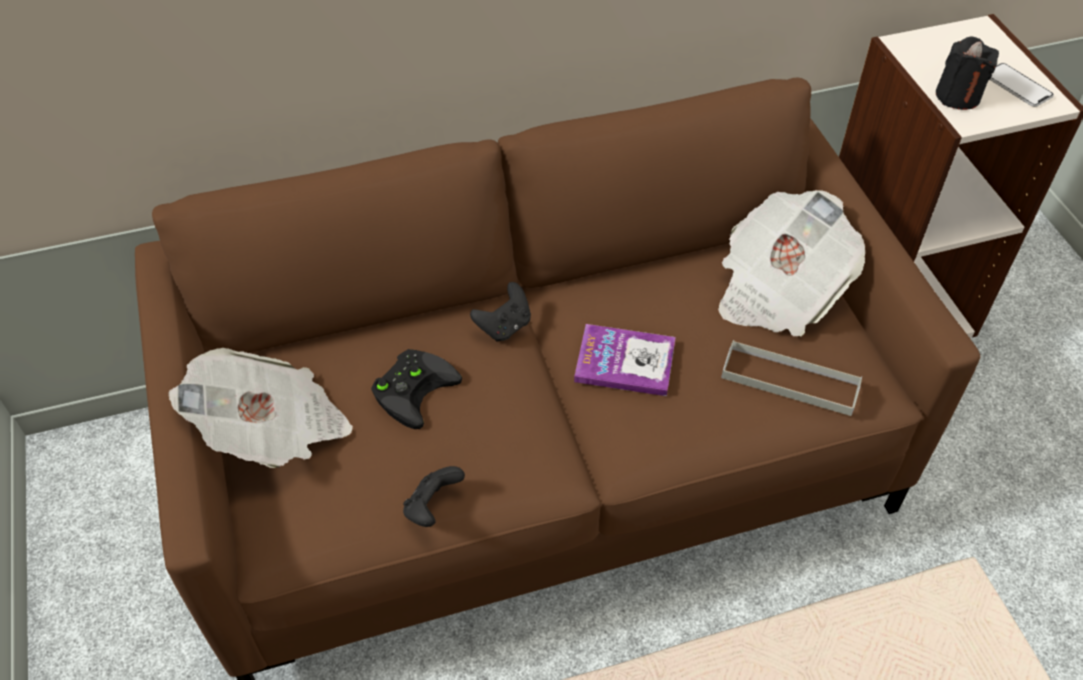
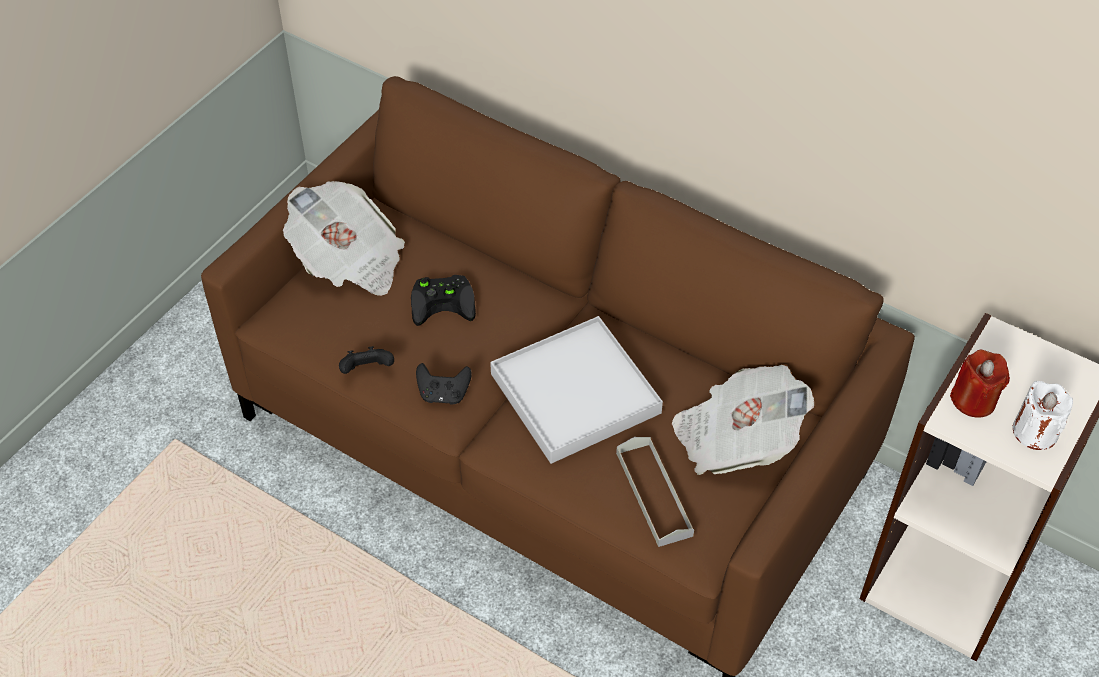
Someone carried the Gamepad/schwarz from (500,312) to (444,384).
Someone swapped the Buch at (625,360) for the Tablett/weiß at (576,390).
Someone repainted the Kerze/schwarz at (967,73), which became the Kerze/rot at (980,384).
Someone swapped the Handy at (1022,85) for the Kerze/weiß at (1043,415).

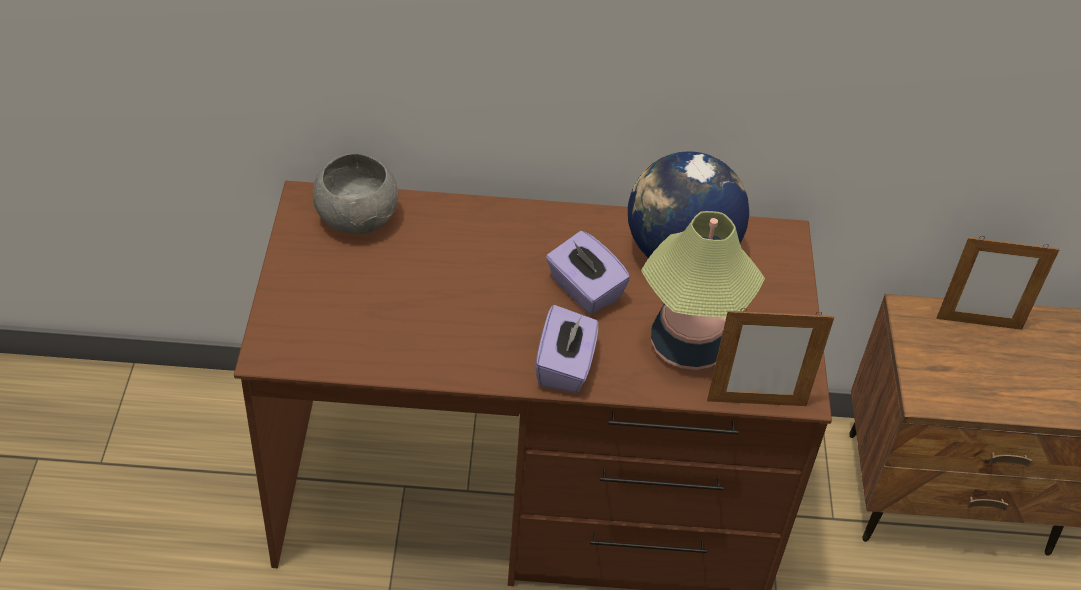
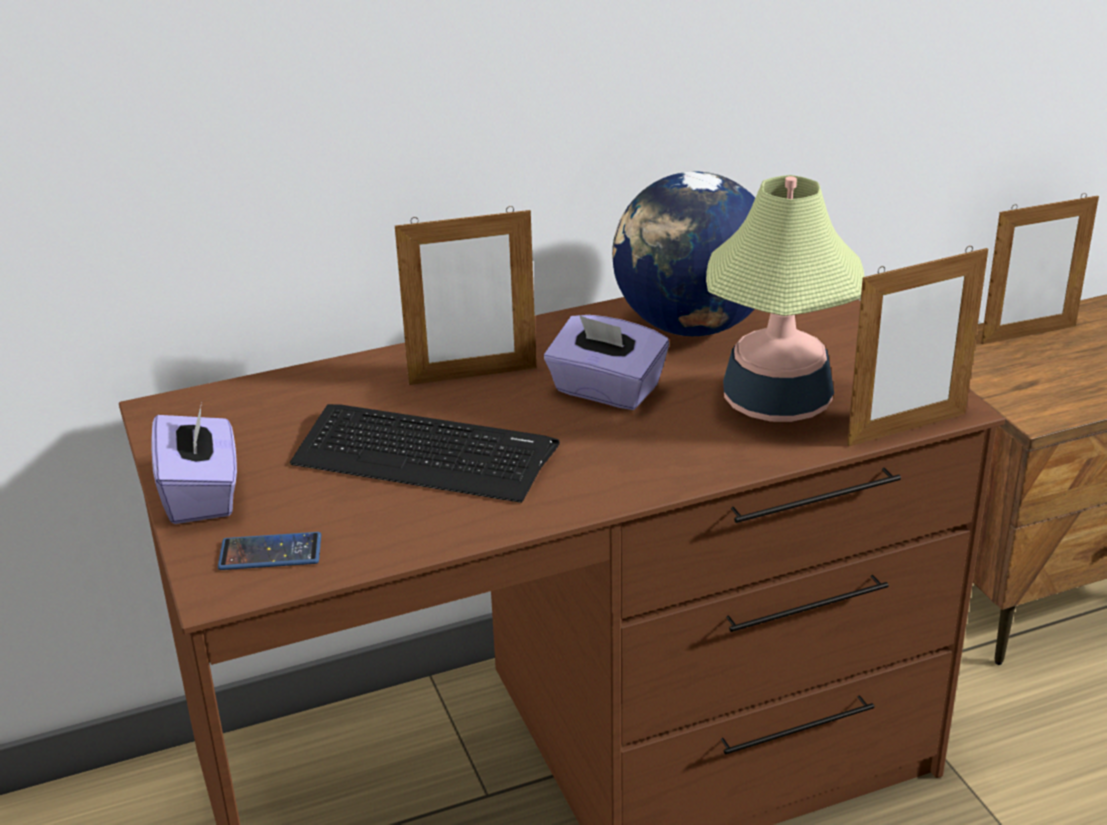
Someone took away the Schüssel/grau at (355,193).
Someone carried the Taschentuchbox/lila from (566,349) to (194,463).
Someone put down the Handy at (269,551).
Someone put down the Tastatur at (425,453).
Someone put down the Bilderrahmen at (465,295).

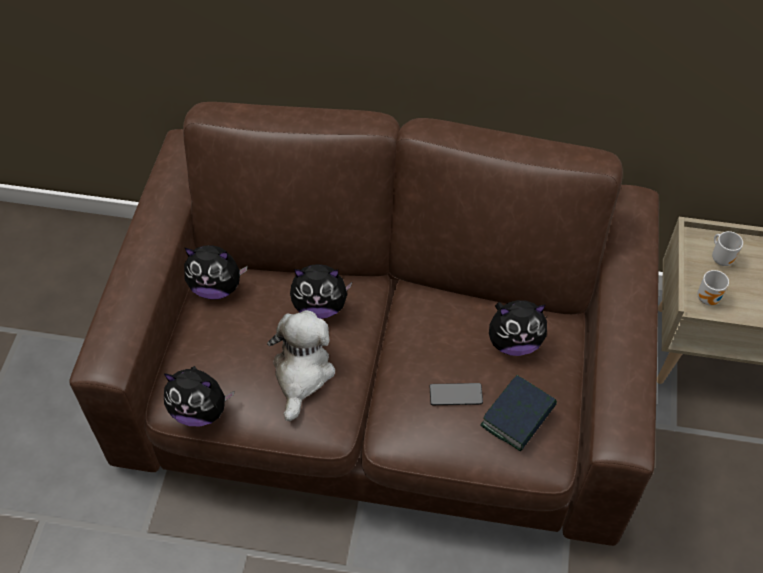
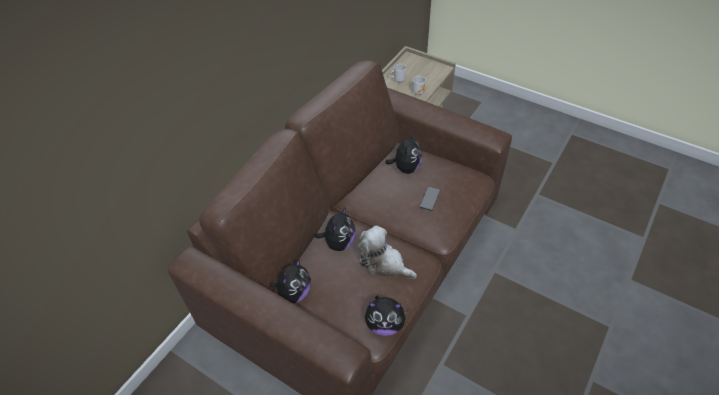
Someone rotated the Plüschtier at (199,396) by 60 degrees clockwise.
Someone took away the Buch at (518,413).

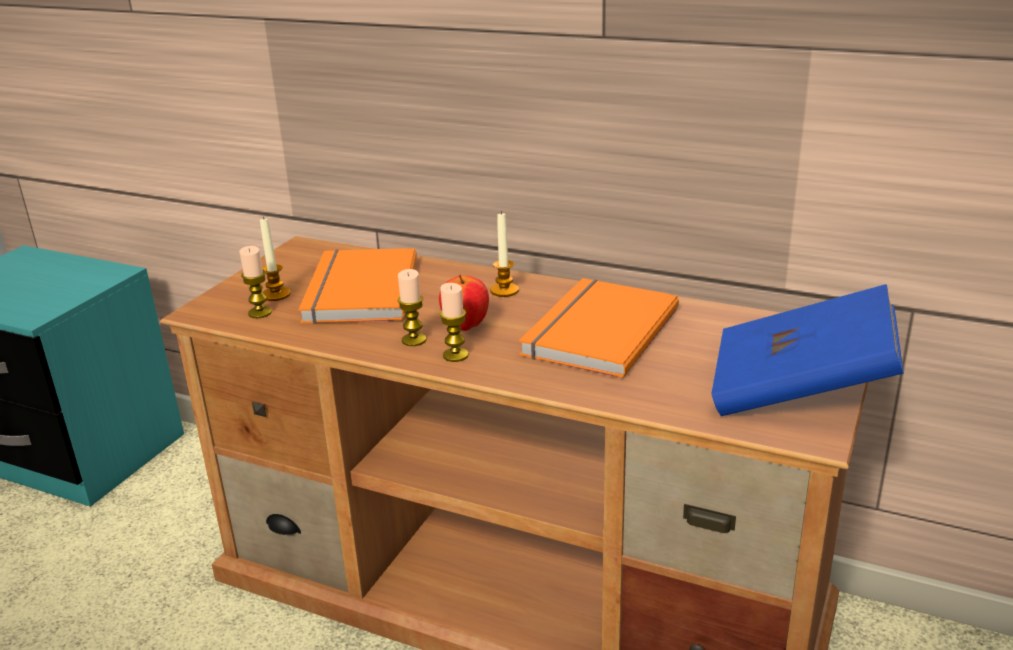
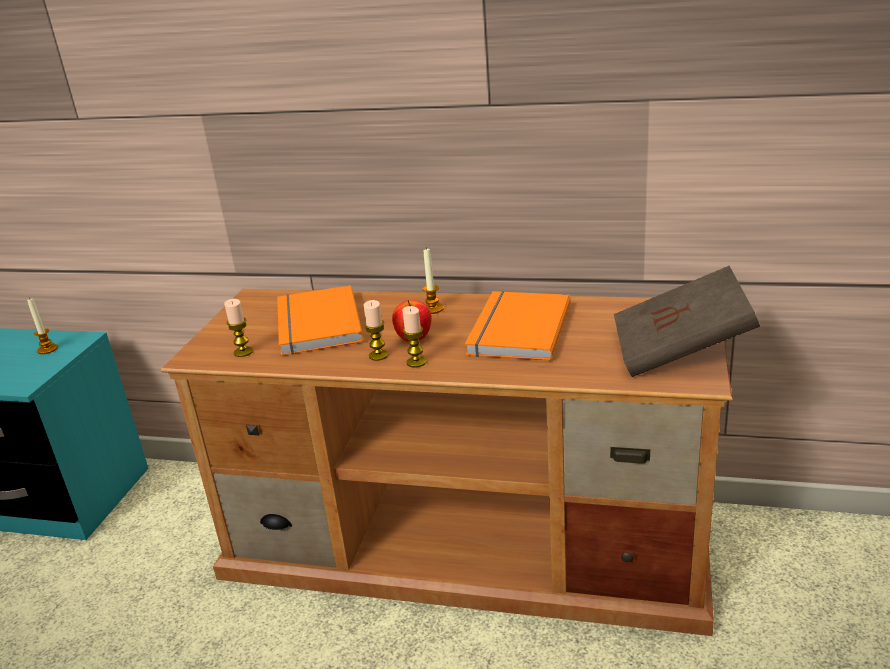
Someone carried the Kerze from (275,258) to (42,325).
Someone repainted the Buch/blau at (807,350), which became the Buch/braun at (687,321).

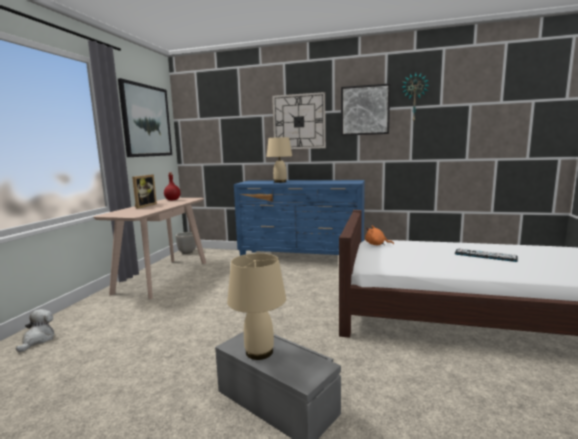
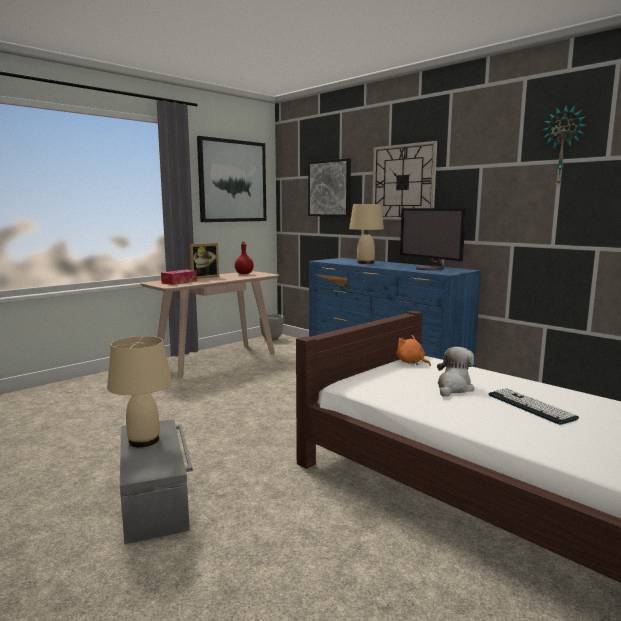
Someone carried the Plüschtier from (35,330) to (455,372).
Someone carried the Bild from (365,109) to (329,187).
Someone put down the Taschentuchbox at (179,277).
Someone put down the Monitor at (433,239).

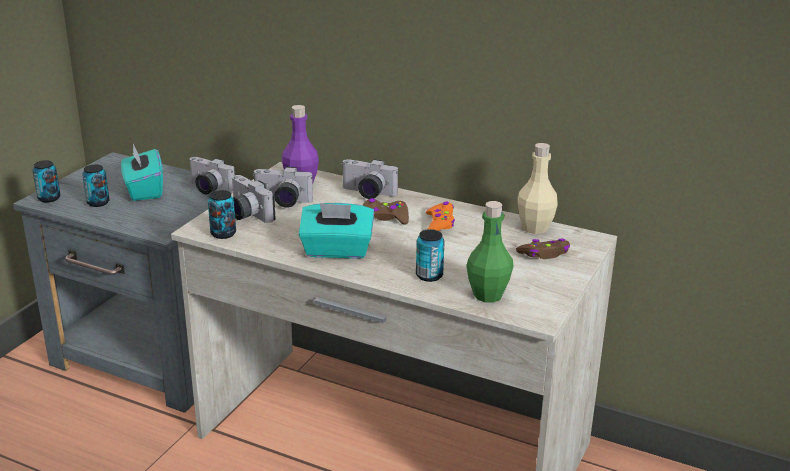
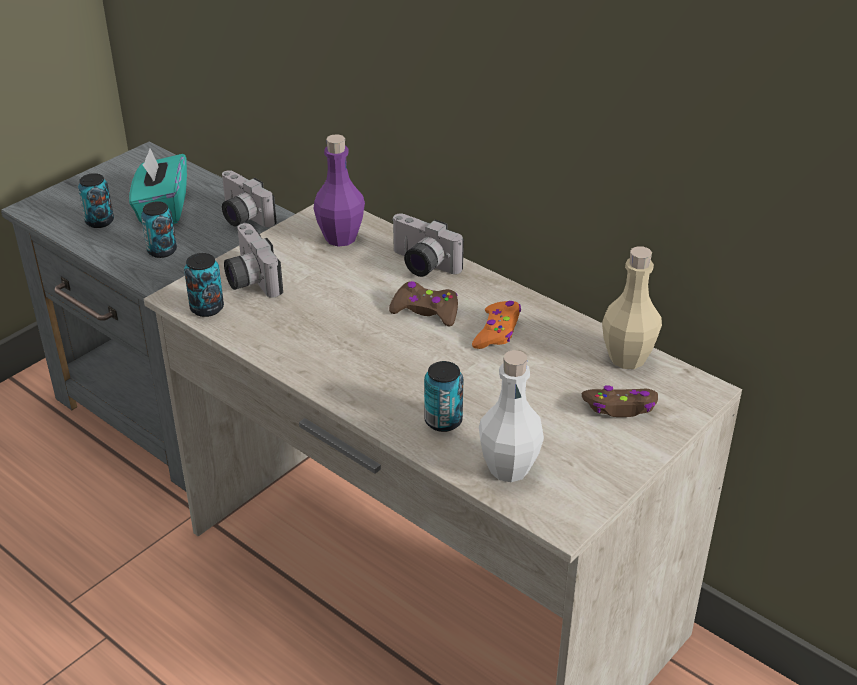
Someone carried the Dose from (46,181) to (159,229).
Someone took away the Kamera at (282,187).
Someone took away the Taschentuchbox/türkis at (336,231).
Someone repainted the Flasche/grün at (490,252), which became the Flasche/weiß at (511,416).

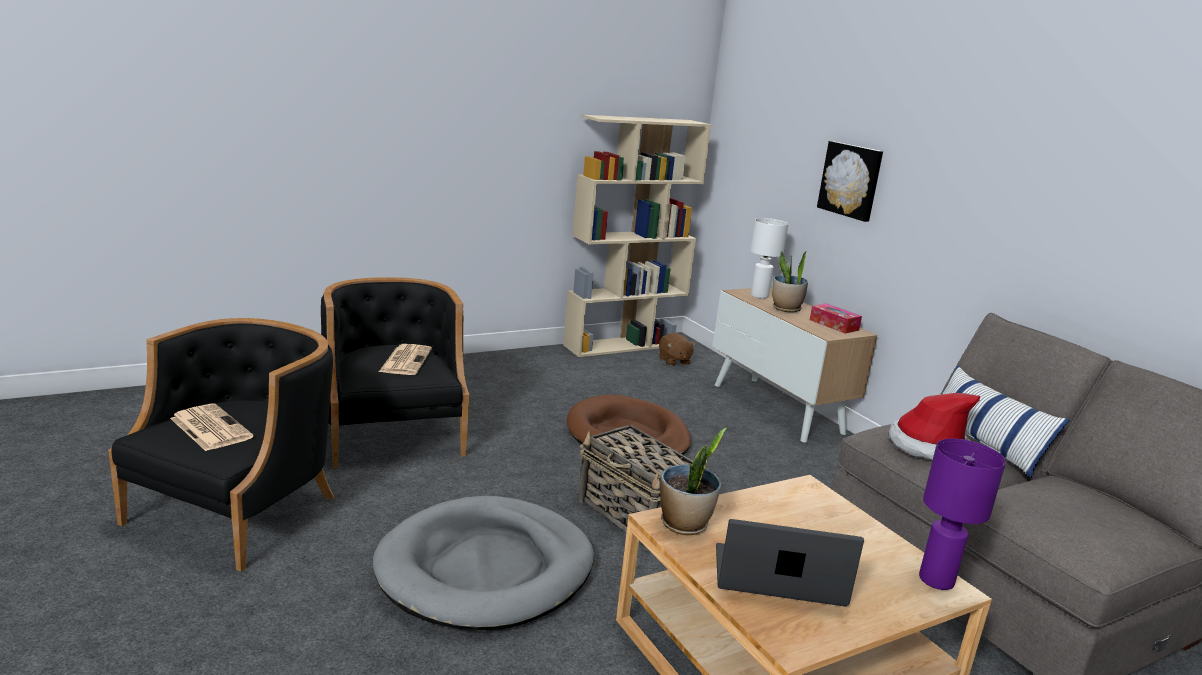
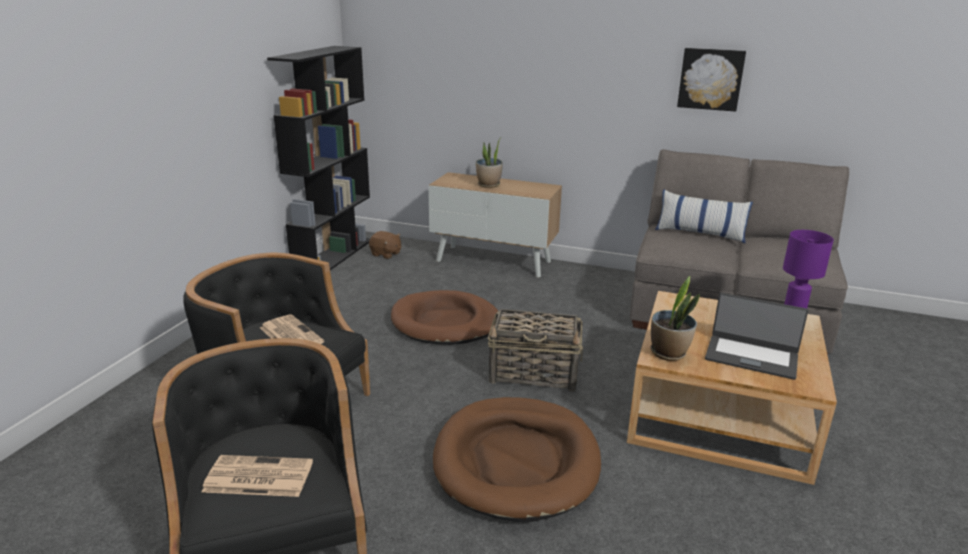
Someone repainted the Hundebett/grau at (483,563), which became the Hundebett/braun at (517,459).
Someone repainted the Bücherregal/beige at (637,236), which became the Bücherregal/schwarz at (318,158).
Someone rotated the Laptop at (790,563) by 120 degrees counterclockwise.
Someone took away the Tischlampe/weiß at (769,258).
Someone took away the Taschentuchbox at (836,318).
Someone carried the Bild from (850,181) to (711,80).
Someone took away the Hut at (934,426).

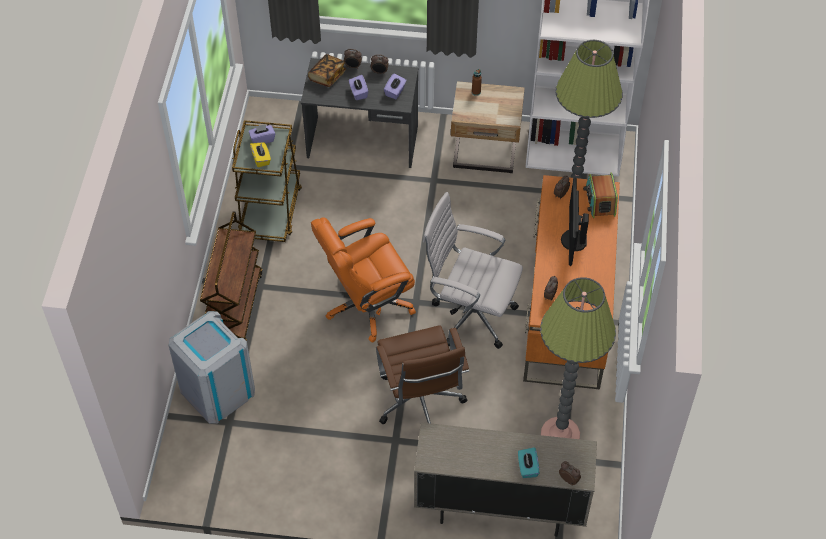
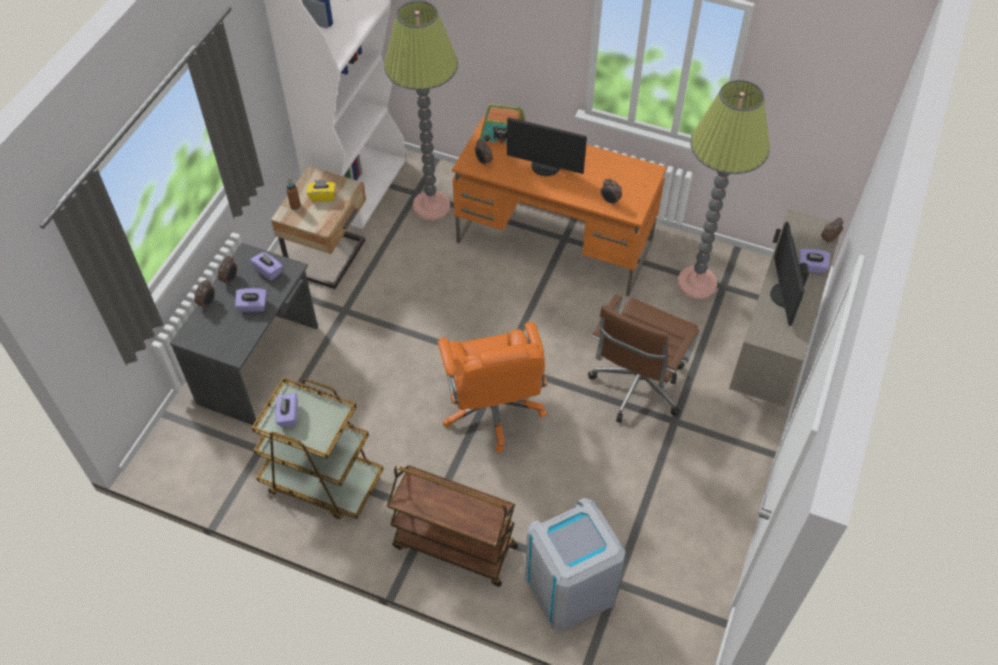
Someone carried the Taschentuchbox/gelb from (260,154) to (321,191).
Someone took away the Buch at (327,70).
Someone rotated the Bürostuhl/braun at (422,375) by 120 degrees clockwise.
Someone took away the Bürostuhl/weiß at (473,270).
Someone repainted the Taschentuchbox/türkis at (528,462), which became the Taschentuchbox/lila at (814,260).
Someone put down the Monitor at (789,274).

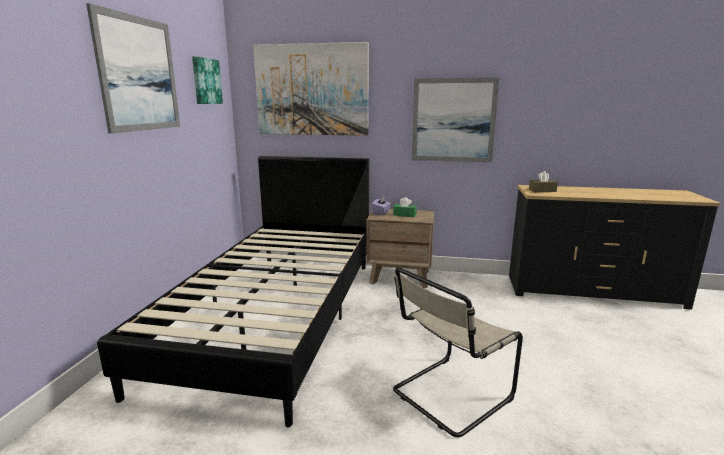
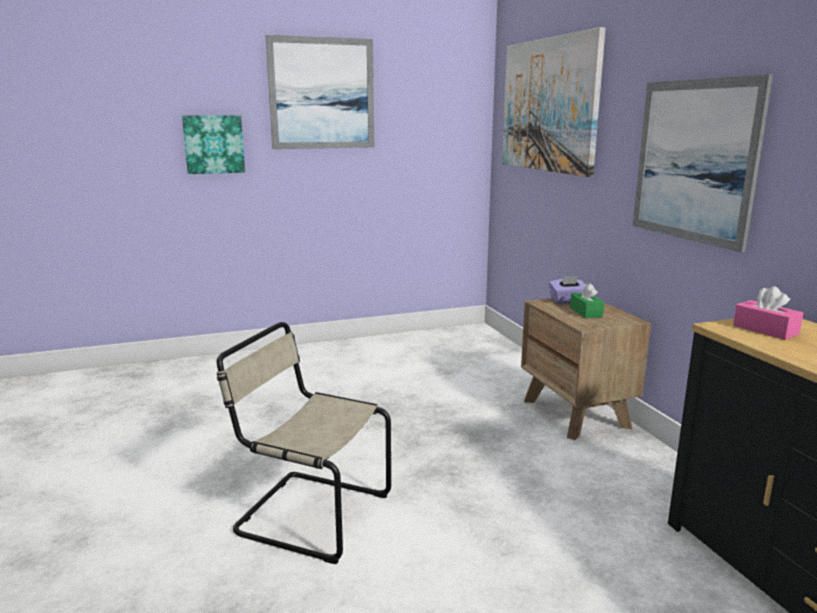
Someone took away the Bett/schwarz at (233,291).
Someone carried the Bild from (207,80) to (213,145).
Someone repainted the Taschentuchbox/braun at (543,181), which became the Taschentuchbox/rosa at (768,313).

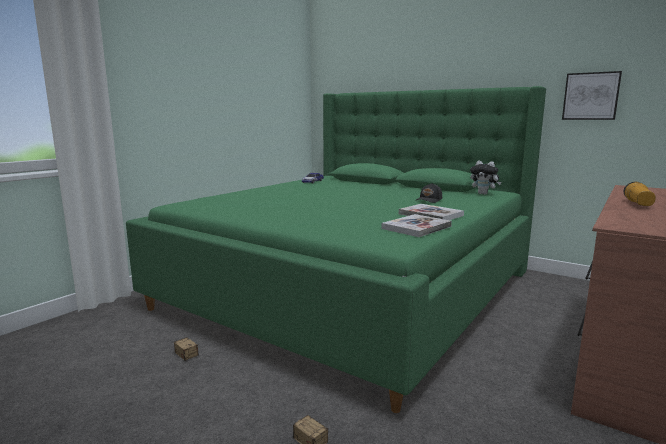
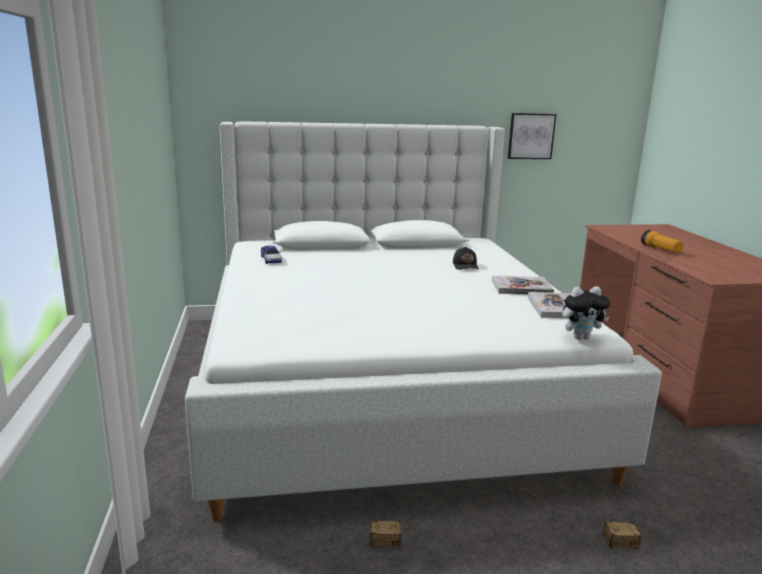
Someone repainted the Bett/grün at (336,249), which became the Bett/weiß at (423,321).
Someone carried the Plüschtier from (485,177) to (586,313).

